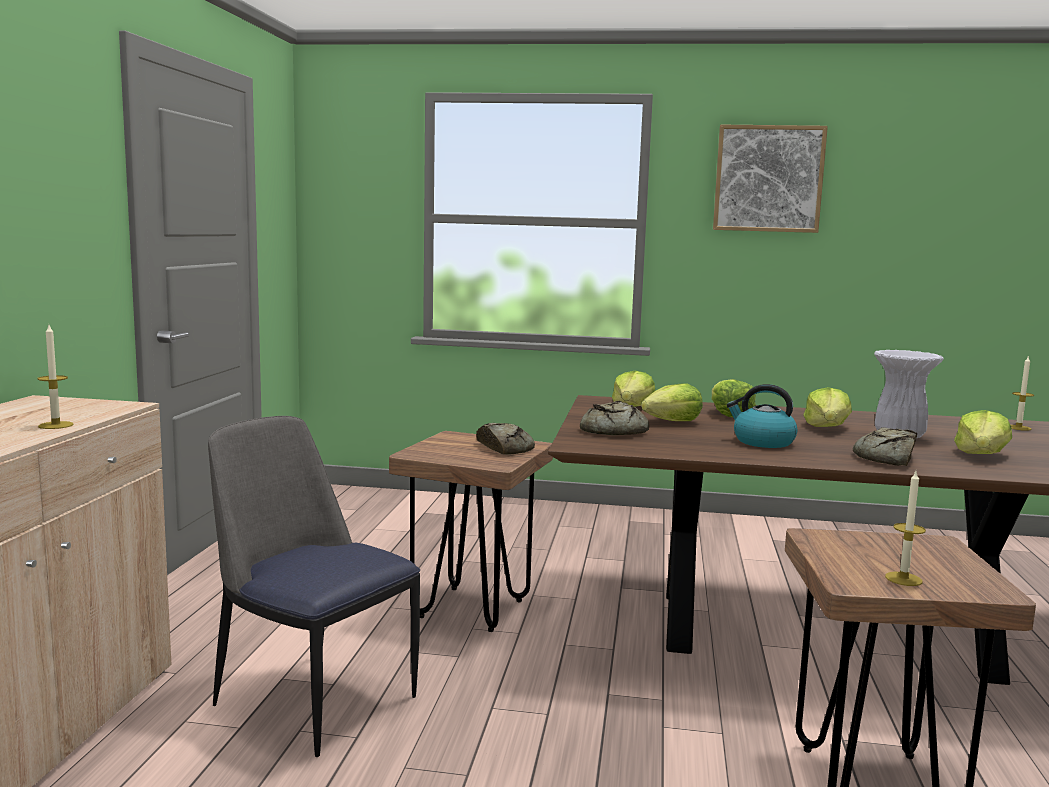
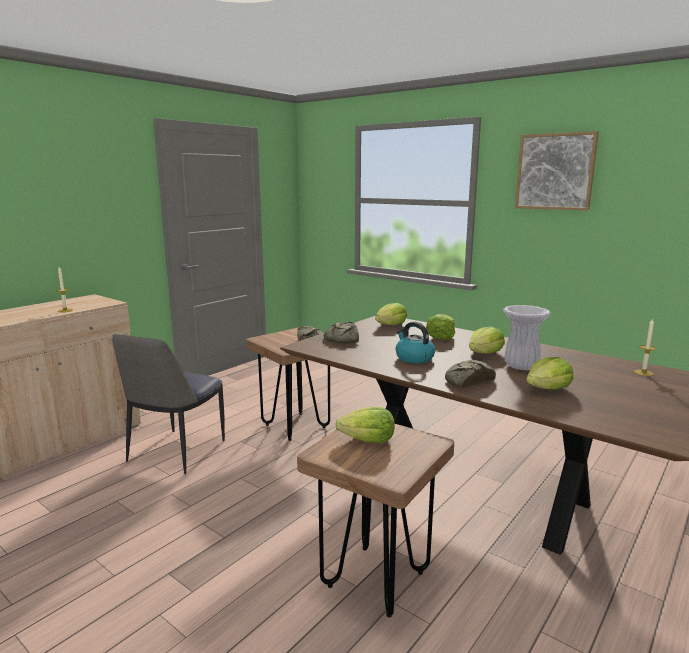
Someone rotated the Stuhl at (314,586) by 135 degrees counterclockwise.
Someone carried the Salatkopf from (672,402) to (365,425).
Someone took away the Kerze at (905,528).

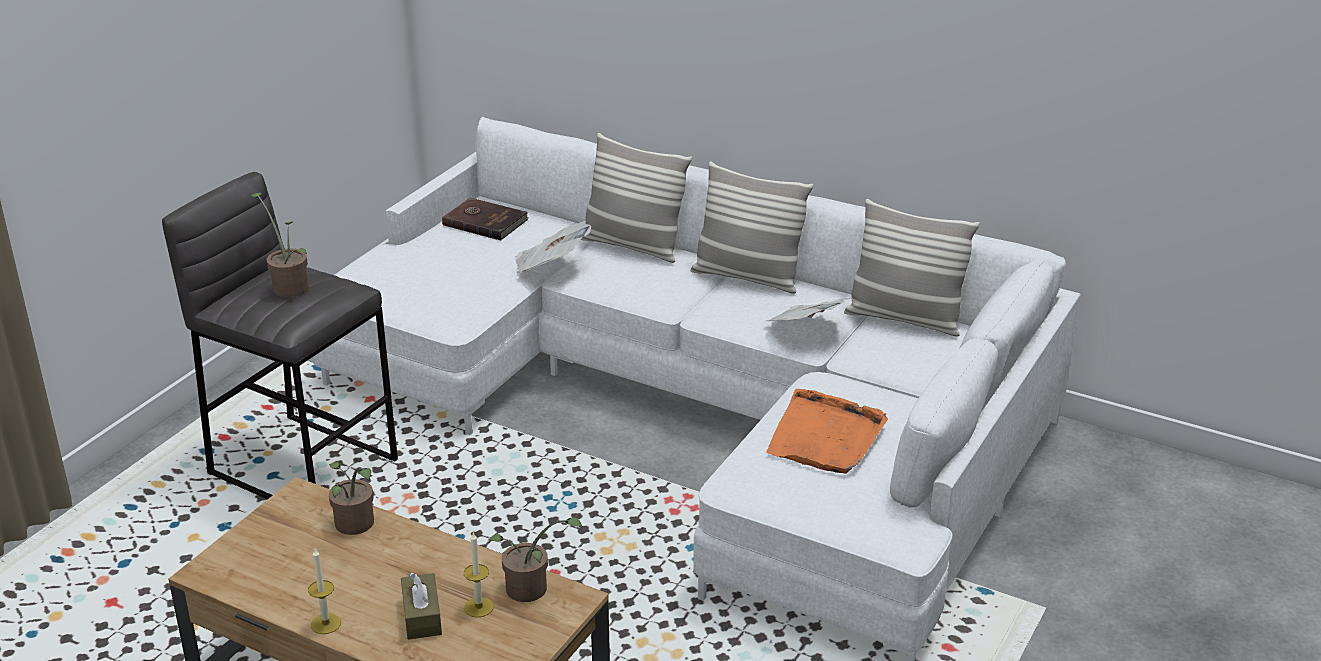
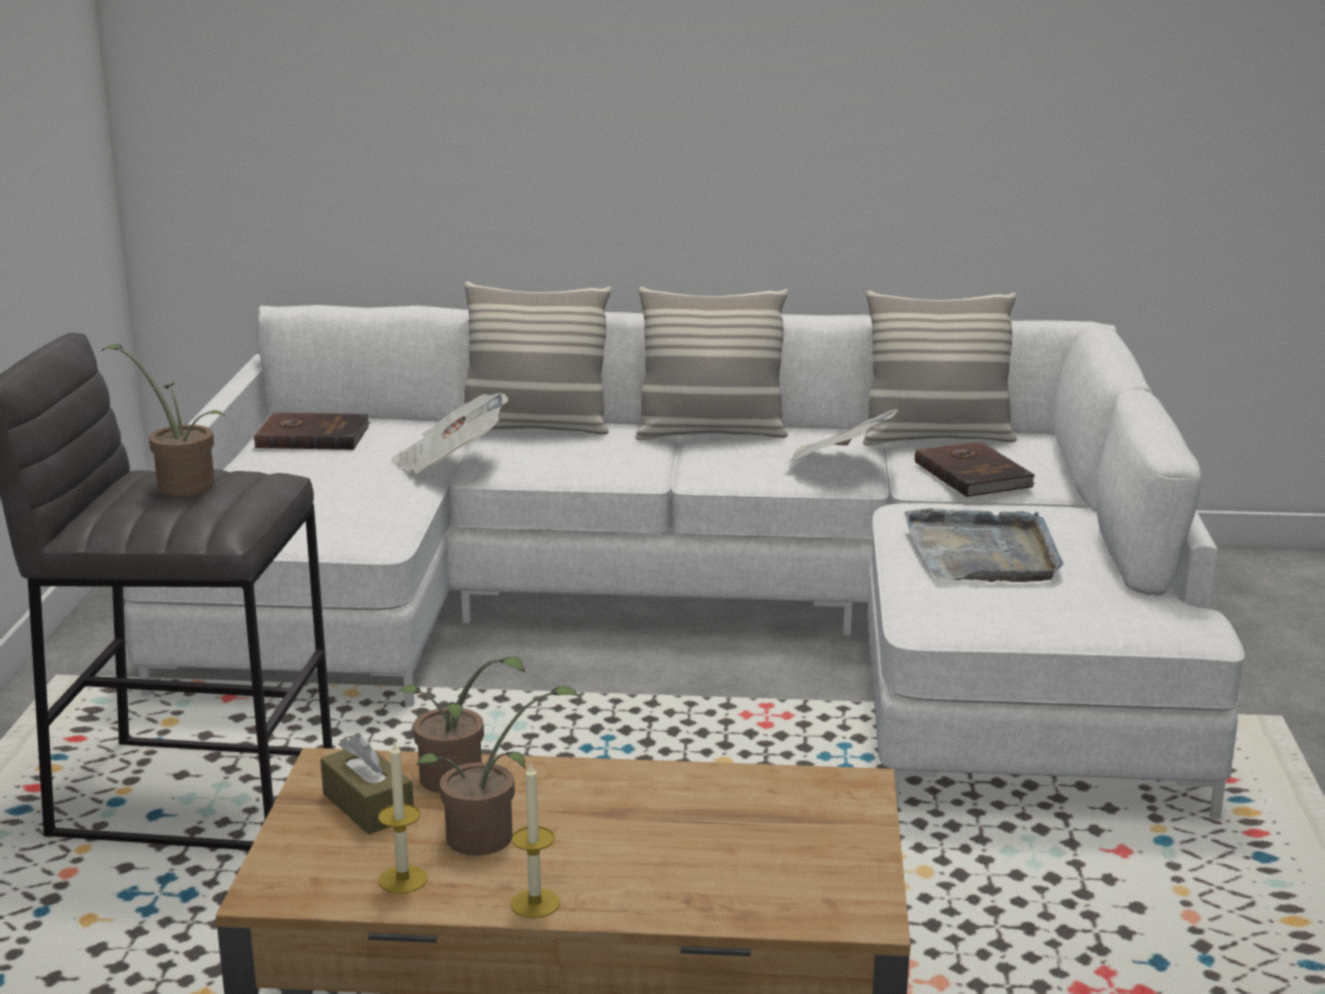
Someone carried the Taschentuchbox/braun from (421,606) to (367,784).
Someone carried the Kerze from (479,575) to (403,817).
Someone carried the Topfpflanze from (535,559) to (498,771).
Someone repainted the Tablett/orange at (827,431), which became the Tablett/grau at (984,545).
Someone put down the Buch/braun at (975,469).

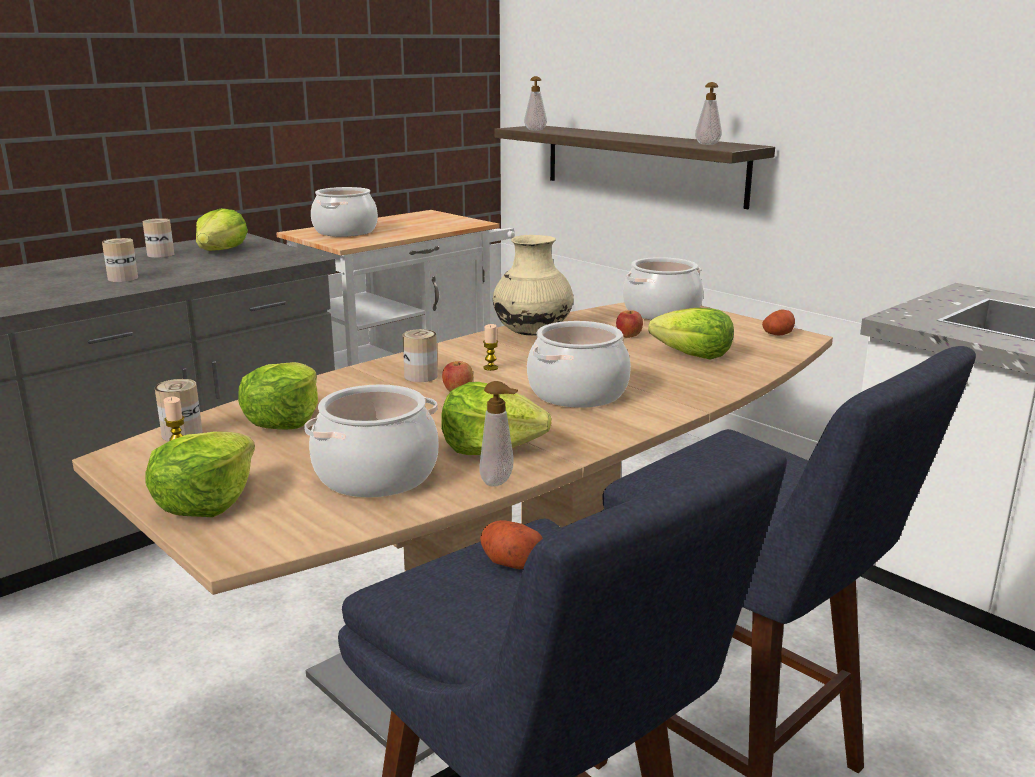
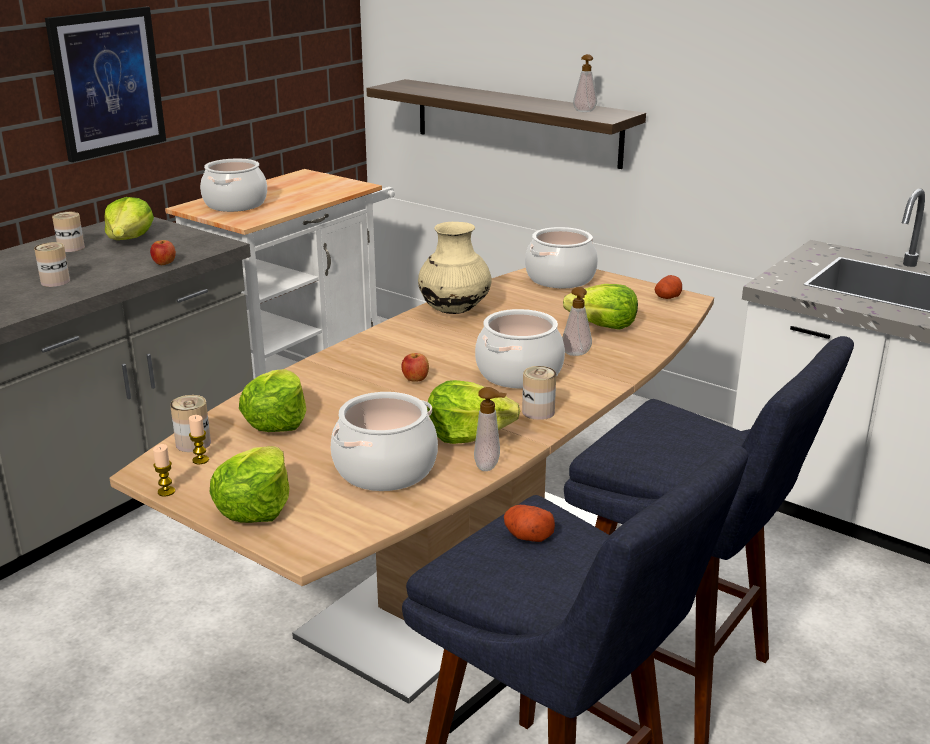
Someone carried the Dose from (420,355) to (539,393).
Someone carried the Kerze from (490,347) to (164,470).
Someone carried the Seifenspender from (535,103) to (577,321).
Someone carried the Apfel from (629,324) to (163,252).
Someone put up the Bild at (105,84).

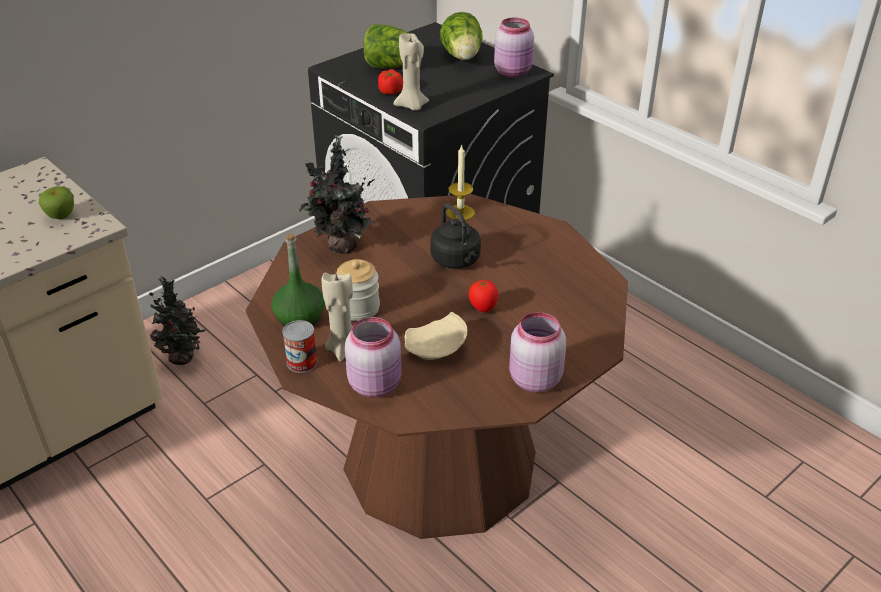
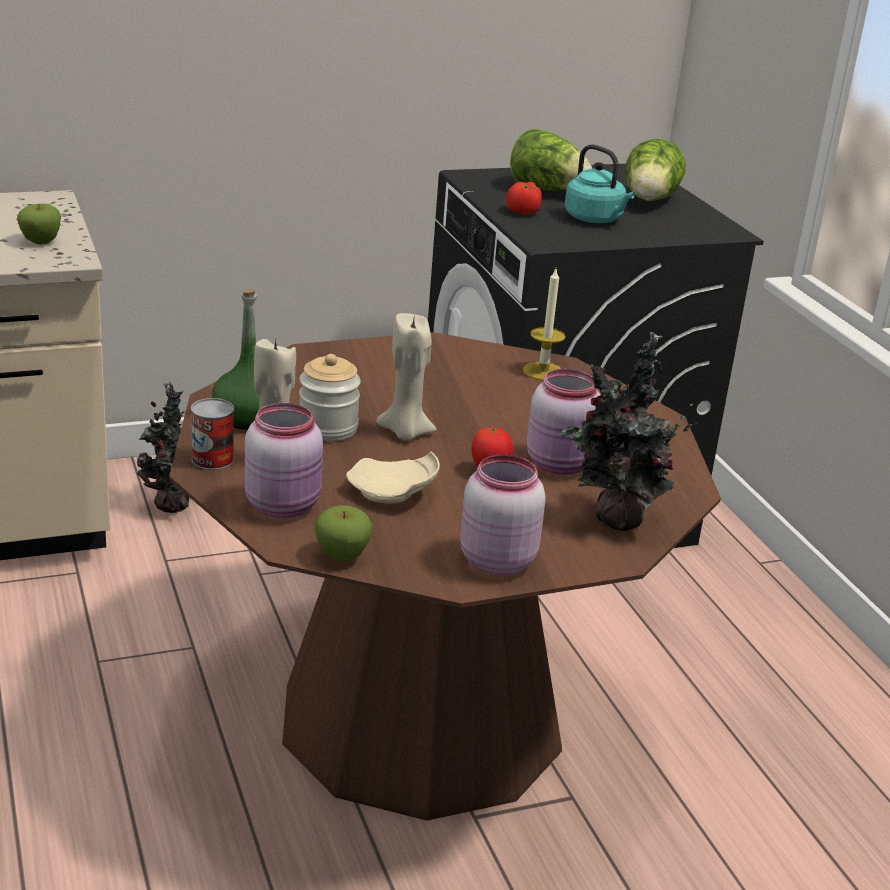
Someone carried the Topfpflanze from (336,194) to (630,431).
Someone carried the Kerze/beige from (411,72) to (406,377).
Someone took away the Wasserkessel/schwarz at (455,236).
Someone carried the Vorratsglas/rosa from (514,47) to (563,422).
Someone put down the Apfel at (344,533).
Someone put down the Wasserkessel/türkis at (600,183).

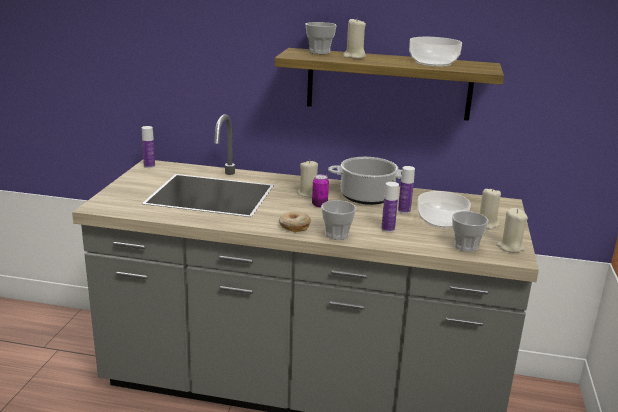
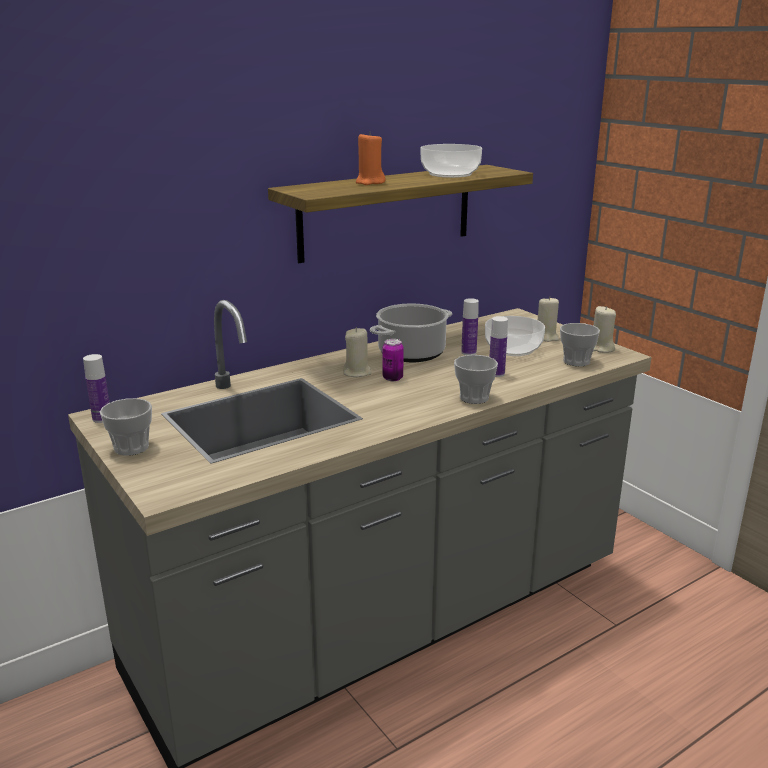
Someone took away the Donut at (295,222).
Someone carried the Tasse from (321,38) to (126,427).
Someone repainted the Kerze/beige at (354,38), which became the Kerze/orange at (371,158).

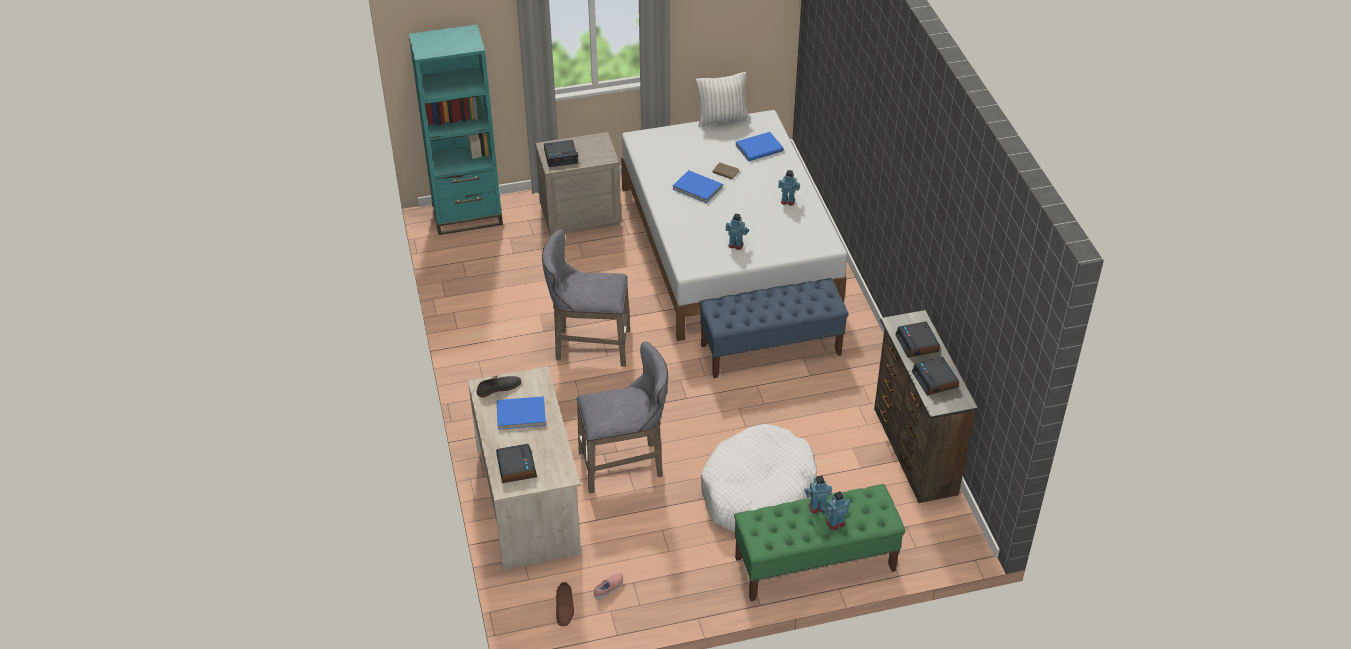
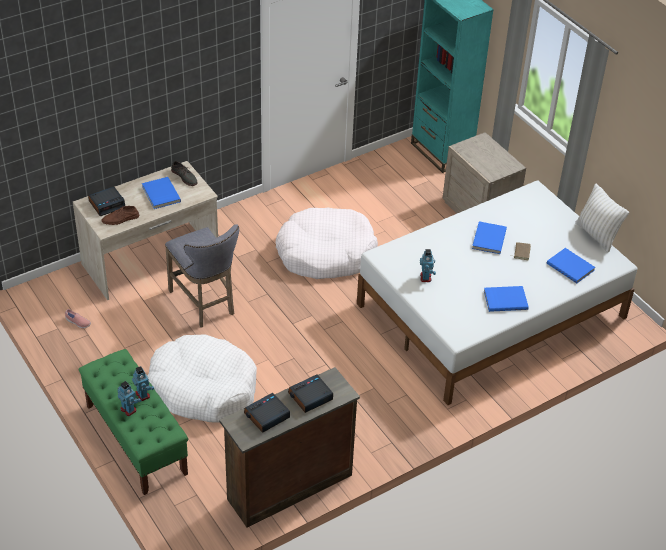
Someone swapped the Hocker/grau at (586,298) for the Hundebett/weiß at (327,243).
Someone took away the Wecker at (561,153).
Someone carried the Schuh/braun from (565,604) to (120,215).
Someone took away the Bank/blau at (774,328).
Someone swapped the Spielzeugroboter at (789,188) for the Buch/blau at (506,299).

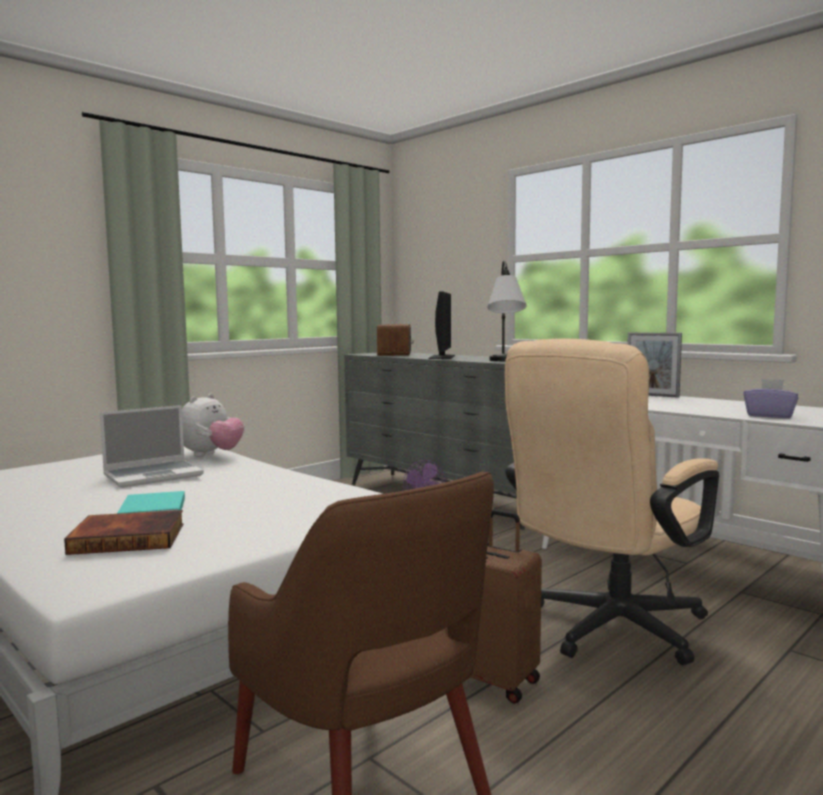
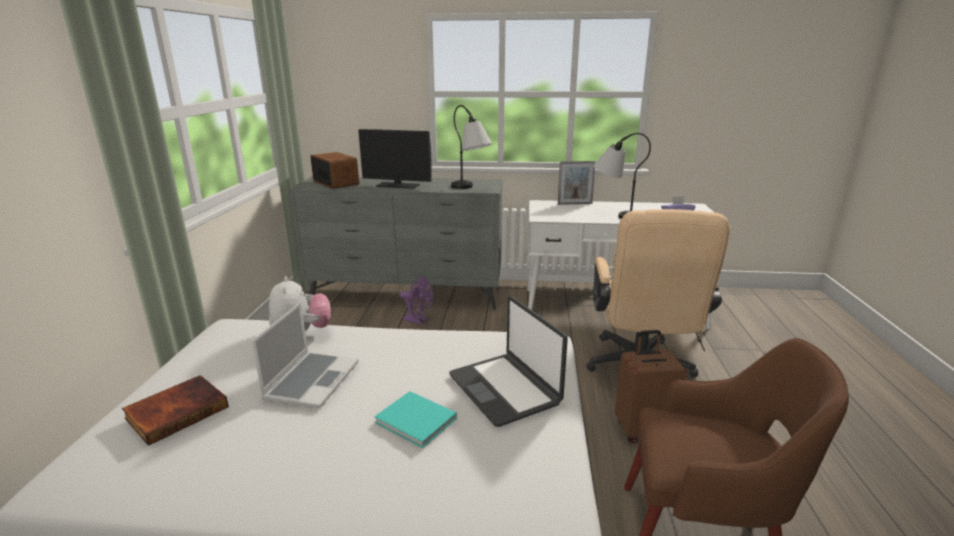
Someone carried the Buch from (123,532) to (175,410).
Someone rotated the Monitor at (442,325) by 135 degrees clockwise.
Someone put down the Laptop at (508,361).
Someone put down the Tischlampe at (622,176).

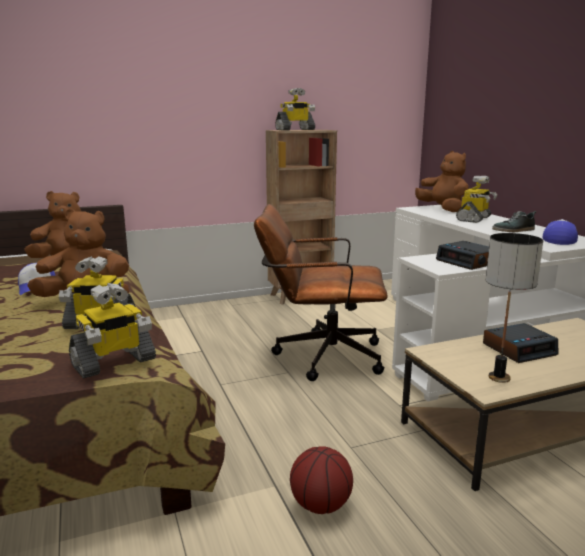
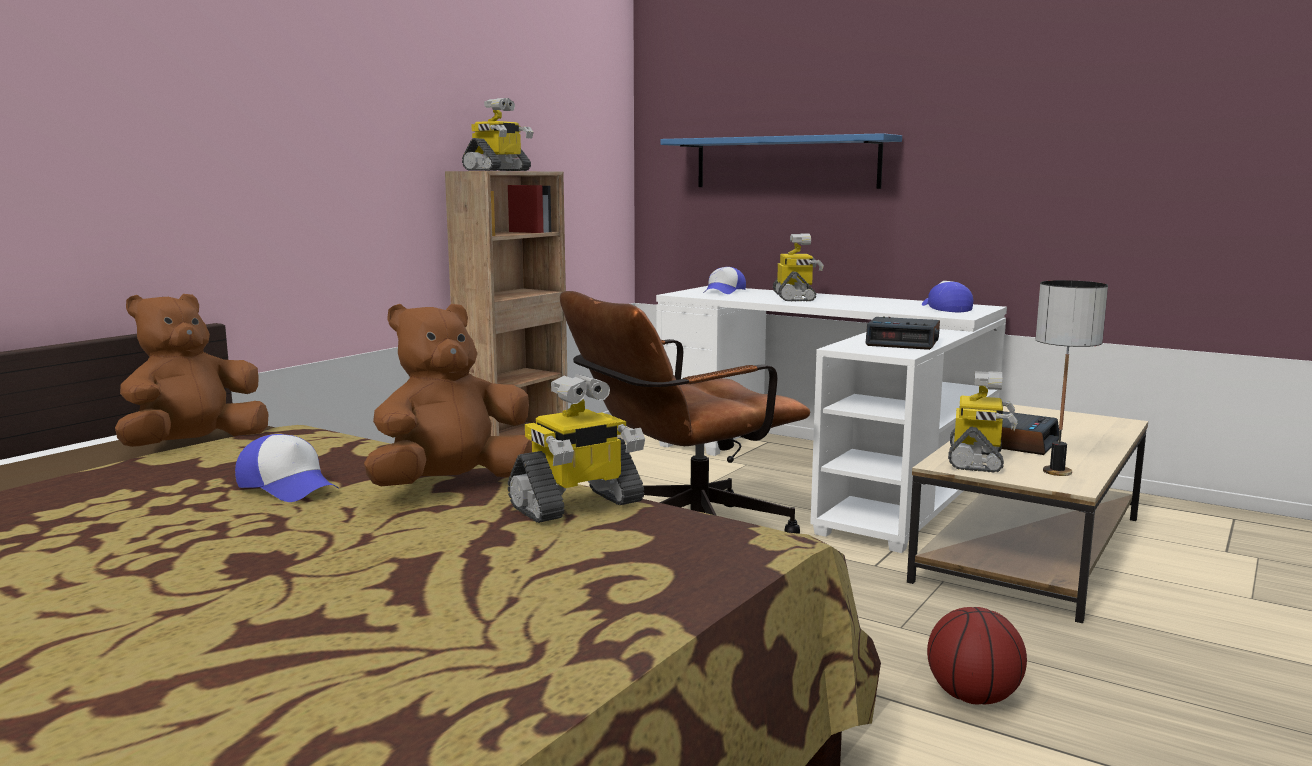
Someone carried the Spielzeugroboter from (112,331) to (982,422).
Someone swapped the Plüschtier/braun at (442,181) for the Kappe at (726,280).
Someone took away the Schuh at (514,221).
Someone put up the Wandregal/blau at (781,161).

